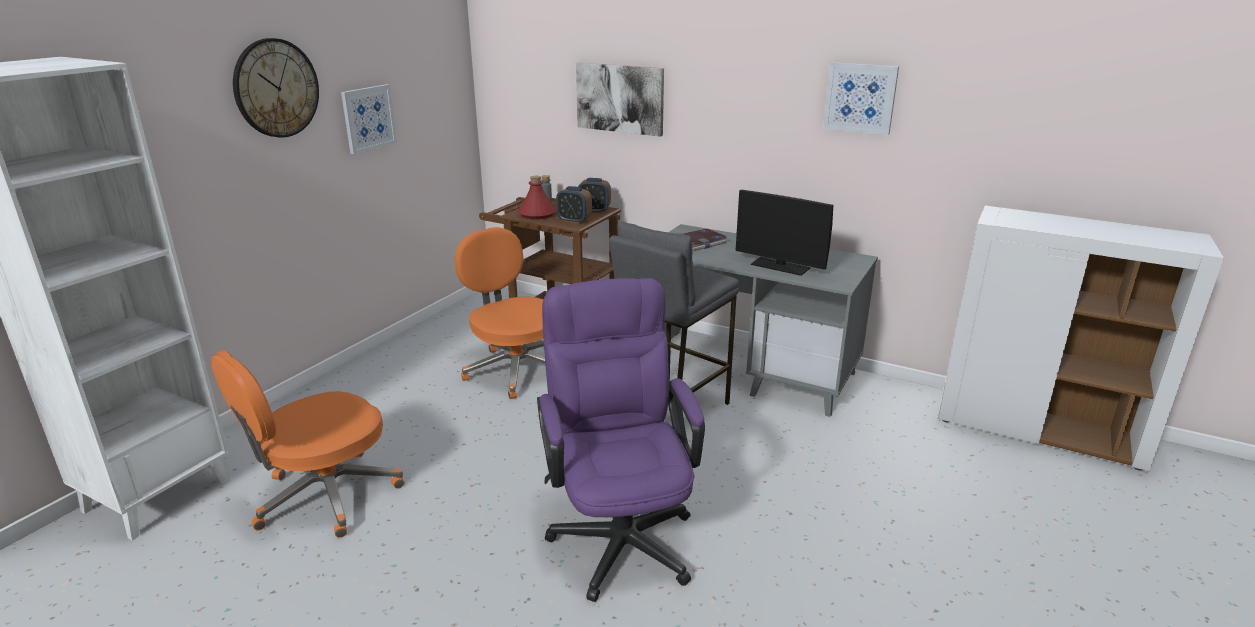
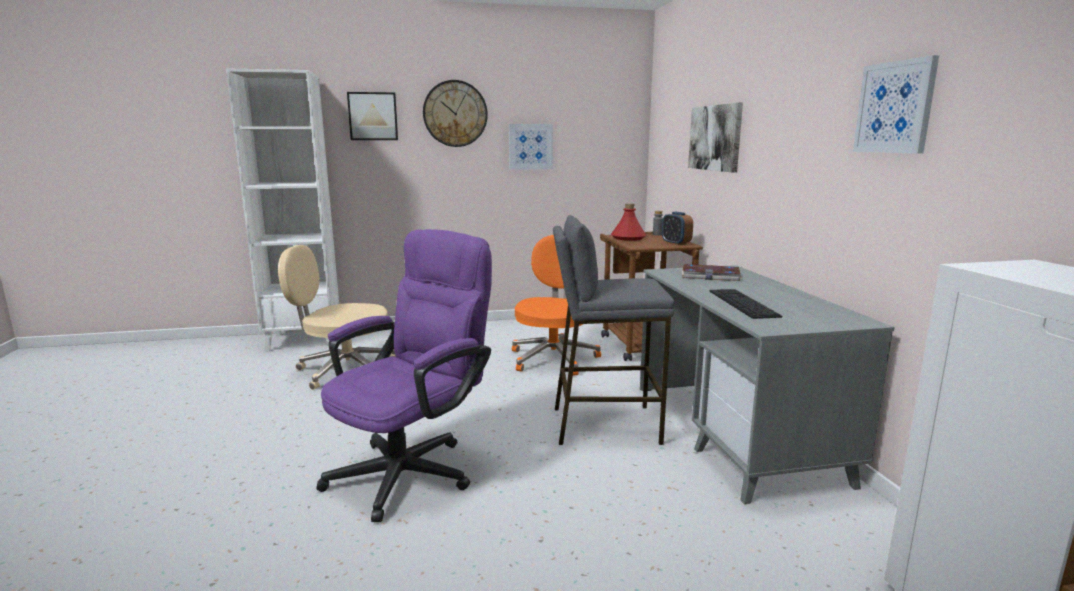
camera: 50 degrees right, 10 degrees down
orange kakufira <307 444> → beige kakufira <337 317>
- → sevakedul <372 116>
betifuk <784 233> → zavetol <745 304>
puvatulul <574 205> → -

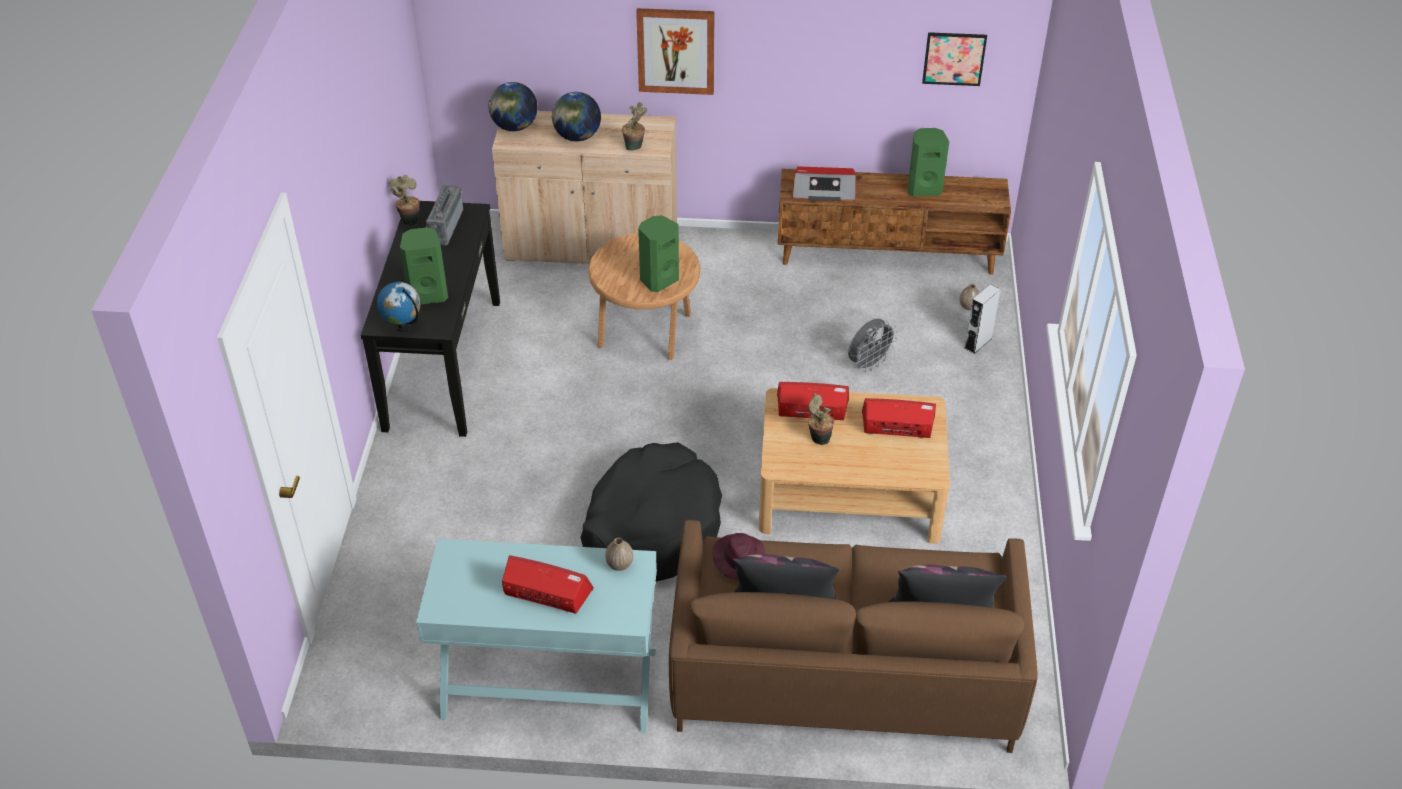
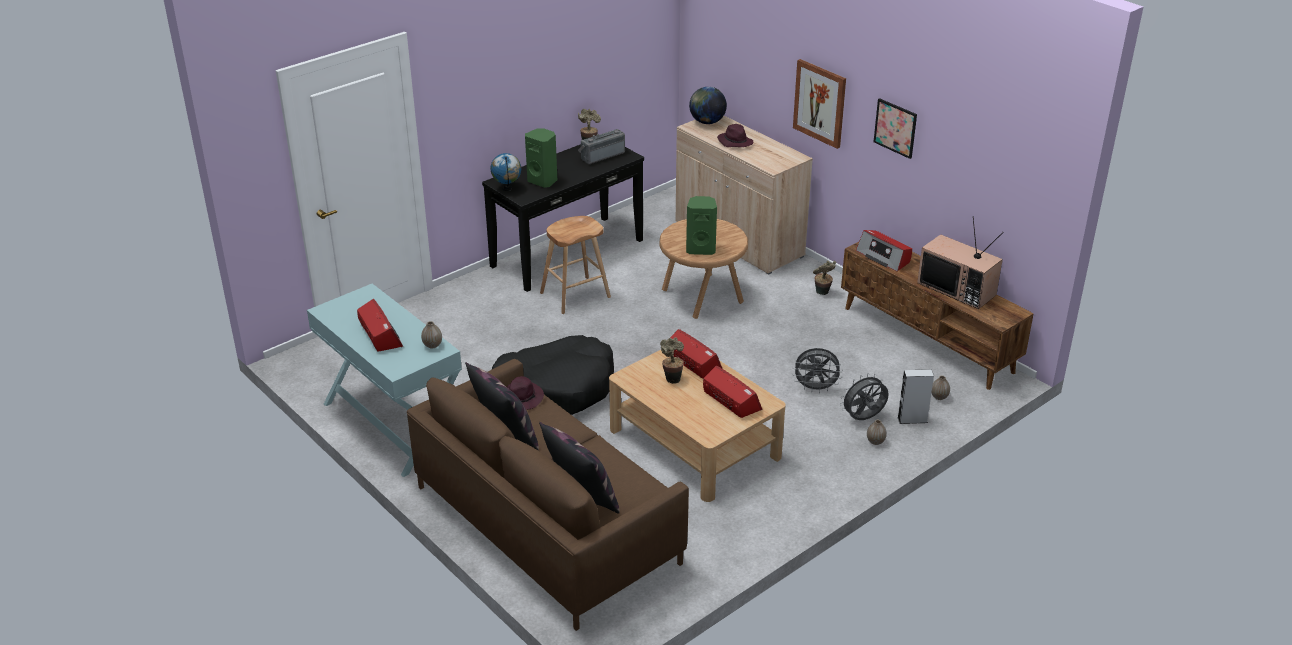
camera: 45 degrees right, 10 degrees down
- → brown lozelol <575 265>
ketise <576 117> → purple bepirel <735 135>
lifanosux <634 126> → lifanosux <824 278>, shifted
- → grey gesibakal <864 396>
- → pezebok <877 432>
sevakedul <954 59> → sevakedul <895 128>, shifted
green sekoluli <928 162> → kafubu <960 262>

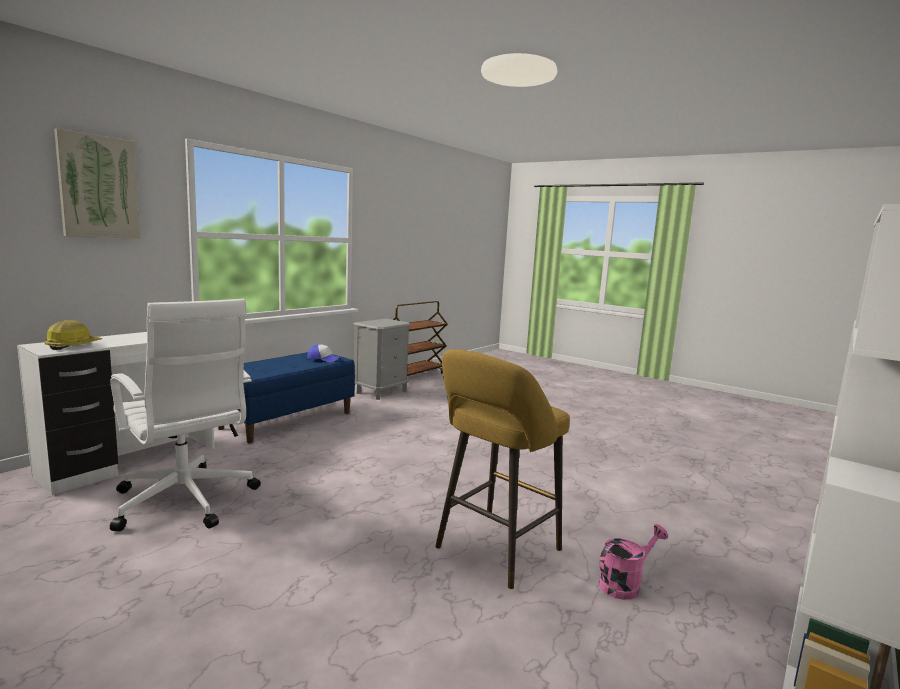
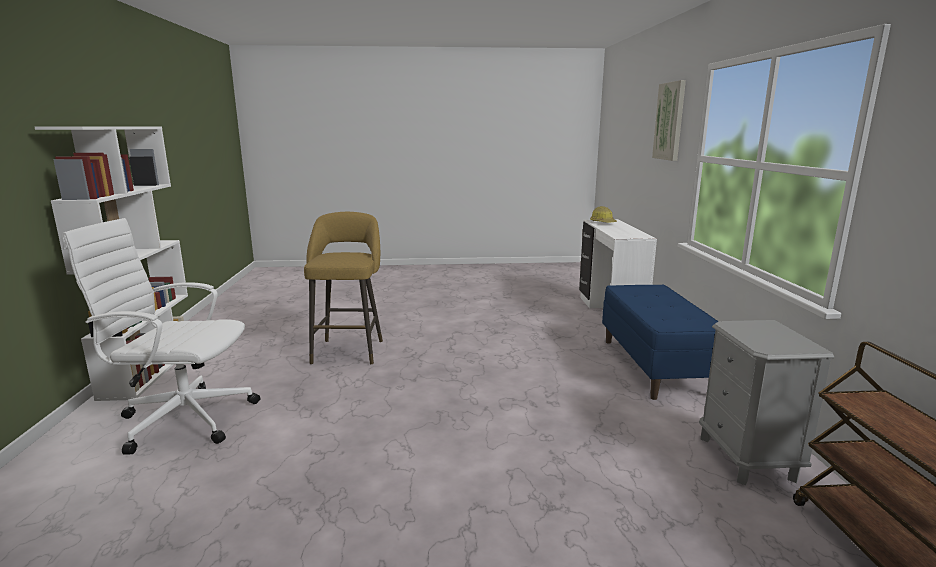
camera: 140 degrees right, 5 degrees up
white kakufira <185 415> → white kakufira <160 336>, shifted
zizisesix <324 353> → -
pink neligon <633 562> → -

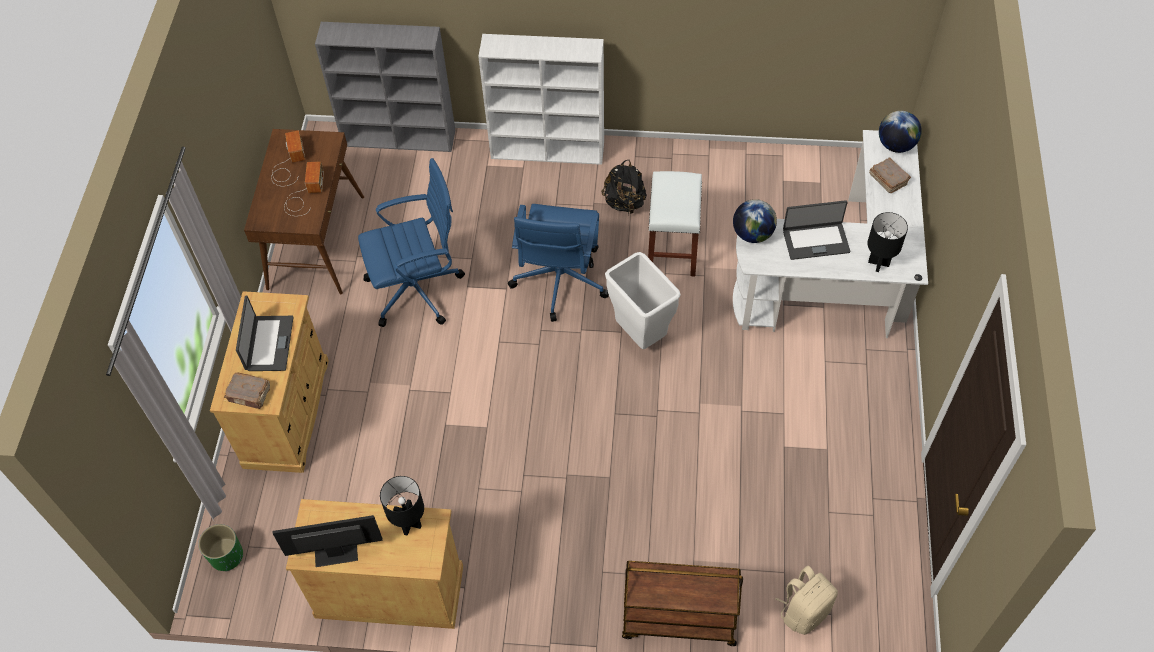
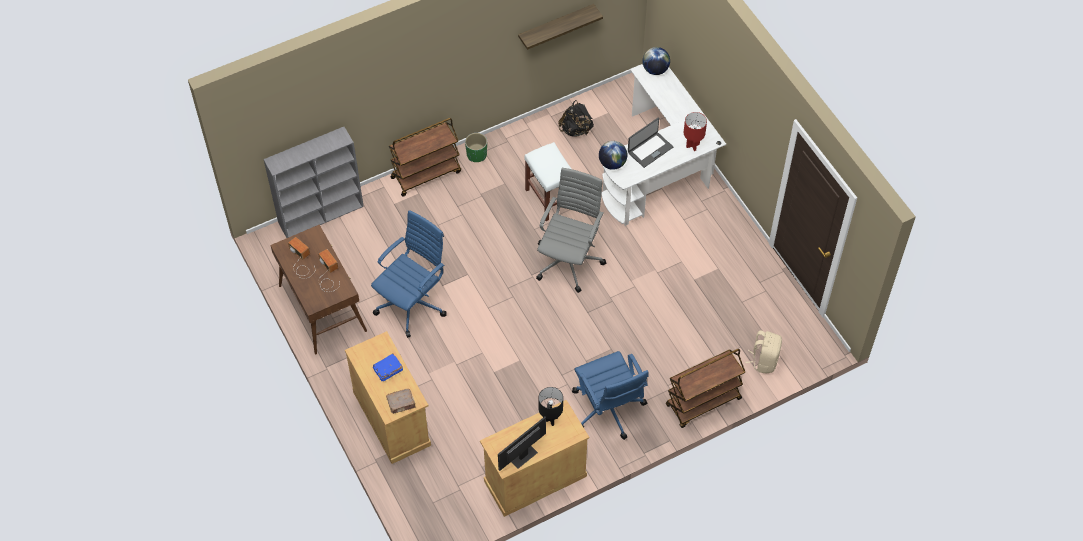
camera: 35 degrees left, 0 degrees up
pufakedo <264 333> → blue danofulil <388 367>
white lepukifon <541 99> → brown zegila <425 157>
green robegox <220 547> → green robegox <476 147>, shifted
- → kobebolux <560 27>
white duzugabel <643 300> → grey kakufira <571 230>
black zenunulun <624 187> → black zenunulun <576 118>, shifted
blue kakufira <558 263> → blue kakufira <610 395>, shifted
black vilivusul <887 242> → red vilivusul <695 131>
brown danofulil <890 175> → -

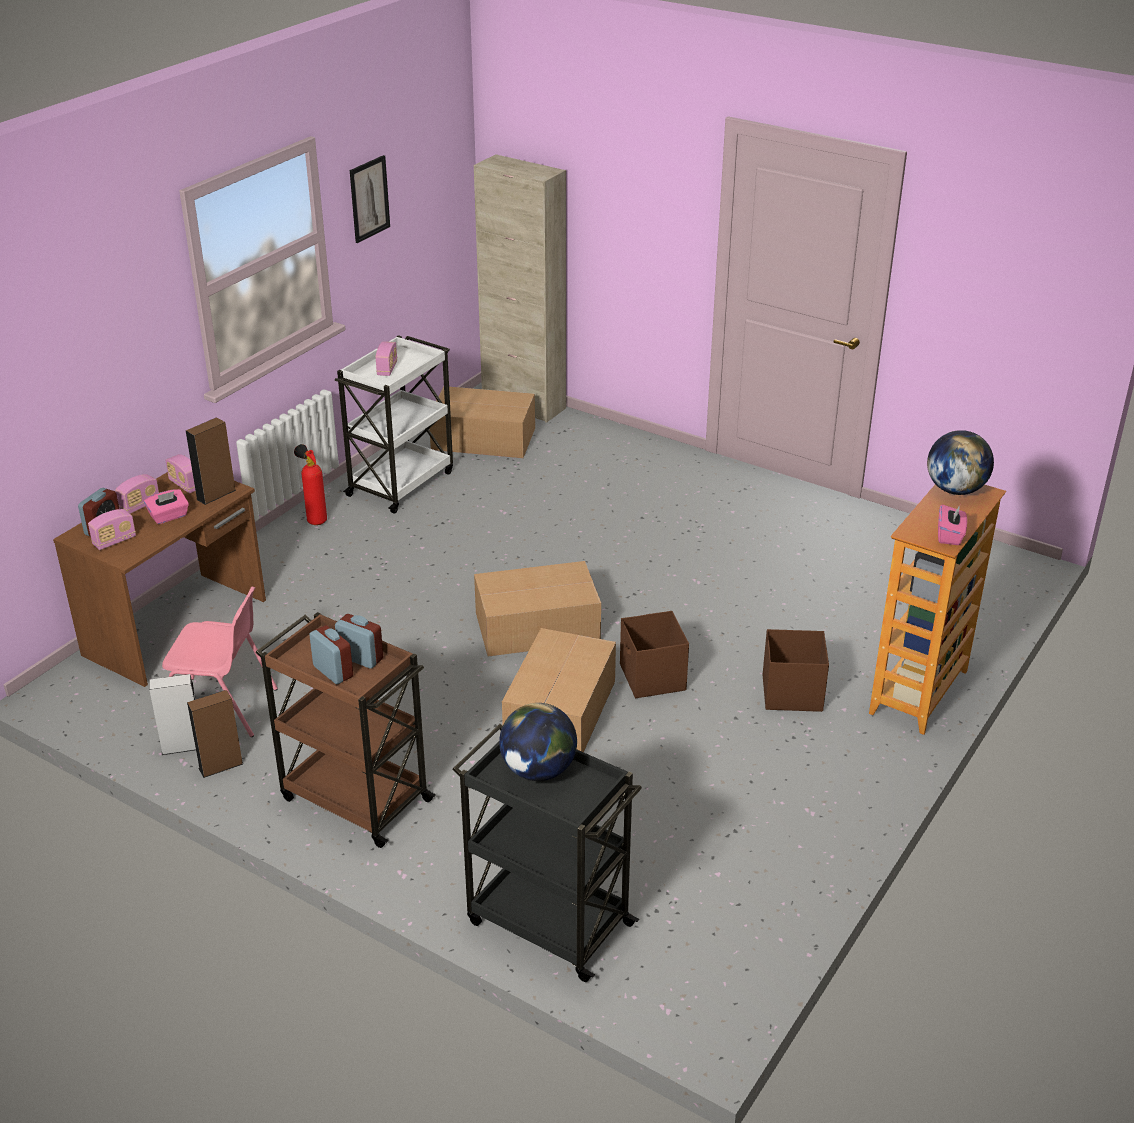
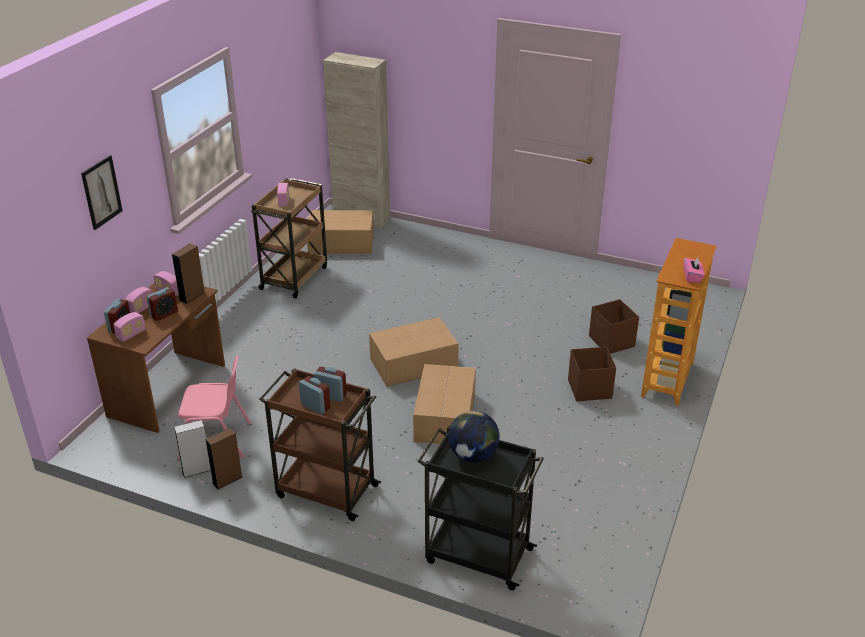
camera: 10 degrees left, 0 degrees up
sevakedul <370 199> → sevakedul <102 192>, shifted
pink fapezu <166 506> → puvatulul <162 304>
white zegila <394 424> → brown zegila <289 238>
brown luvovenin <654 654> → brown luvovenin <614 326>, shifted
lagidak <310 484> → -
ketise <960 462> → -

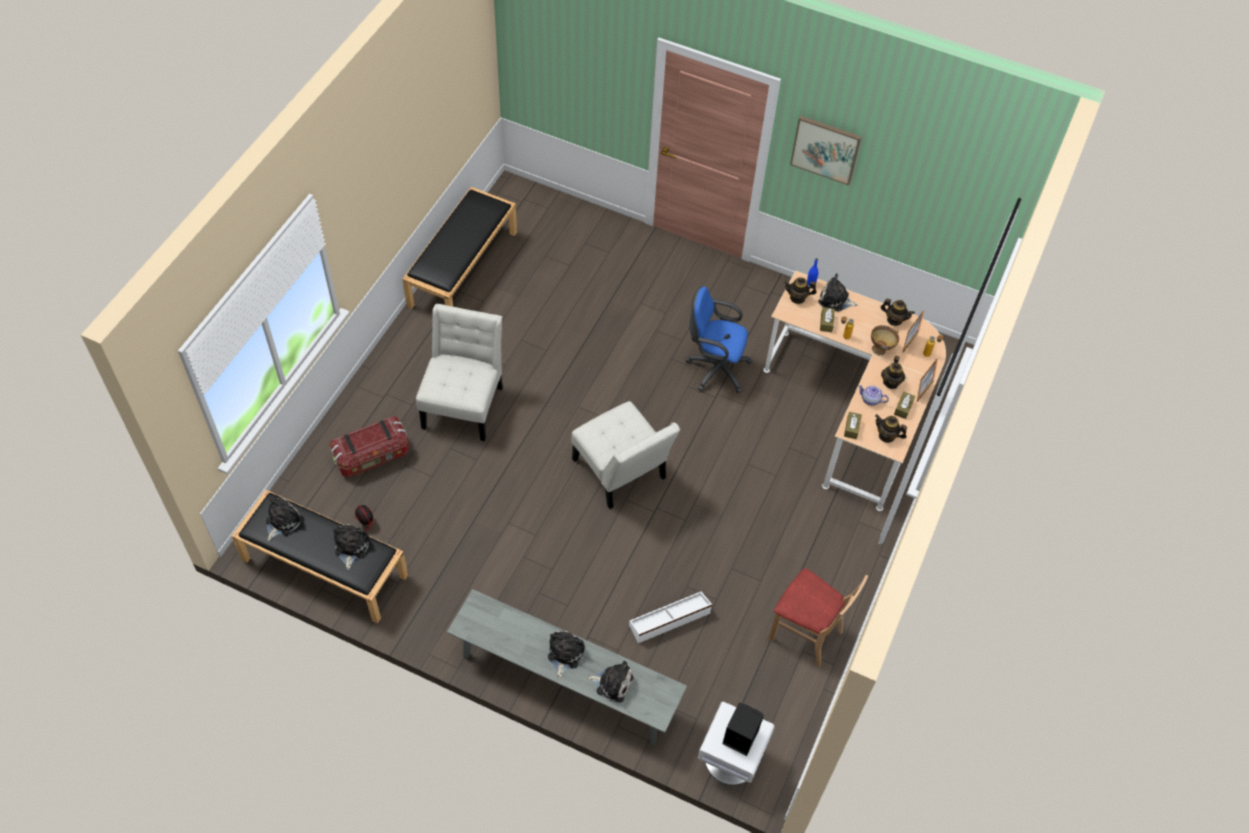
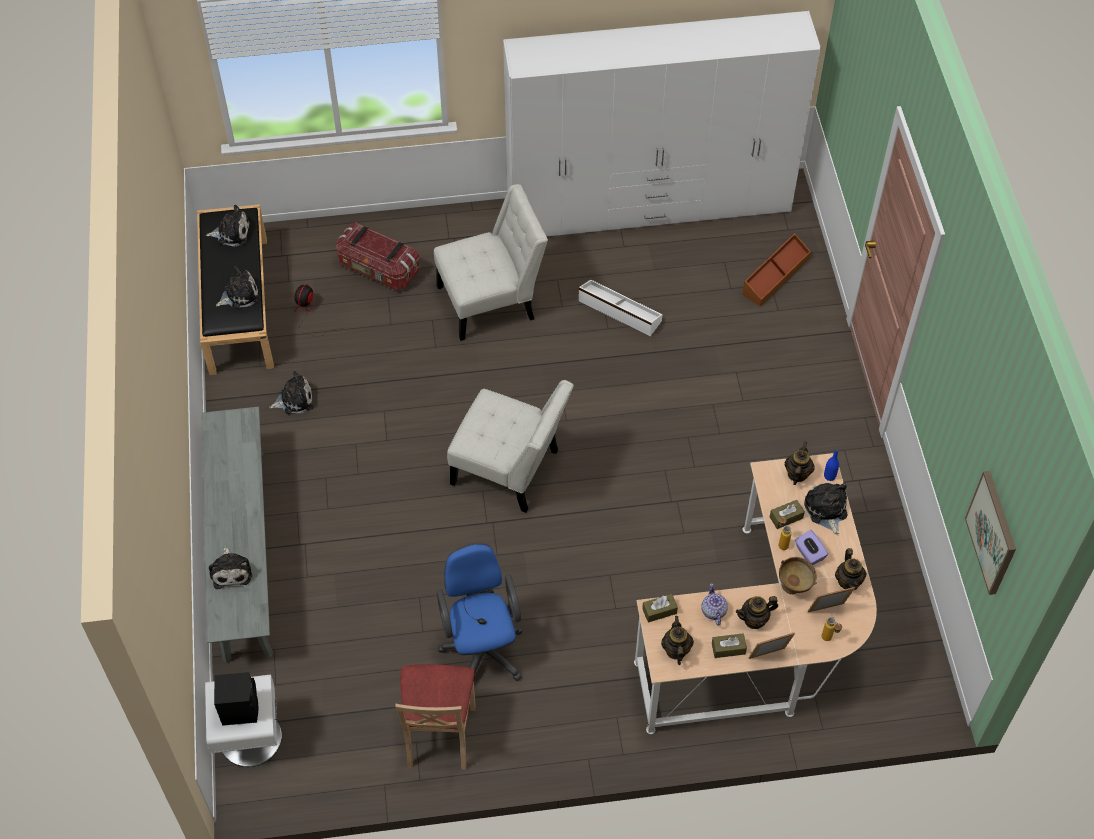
camera: 60 degrees right, 0 degrees up
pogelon <566 654> → pogelon <291 392>, shifted
blue kakufira <718 339> → blue kakufira <480 612>, shifted
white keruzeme <625 455> → white keruzeme <510 446>, 90 degrees counterclockwise
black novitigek <459 248> → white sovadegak <662 123>
white luvovenin <670 617> → white luvovenin <620 308>, shifted
- → brown luvovenin <776 269>
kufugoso <800 290> → kufugoso <800 463>, 45 degrees clockwise
- → purple fapezu <811 547>
sevakedul <825 151> → sevakedul <990 533>, shifted

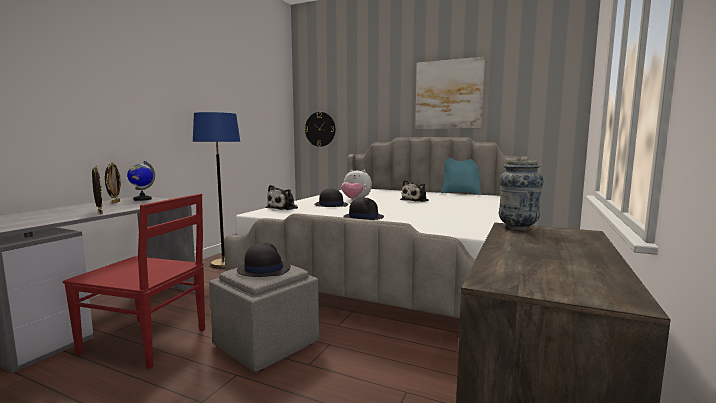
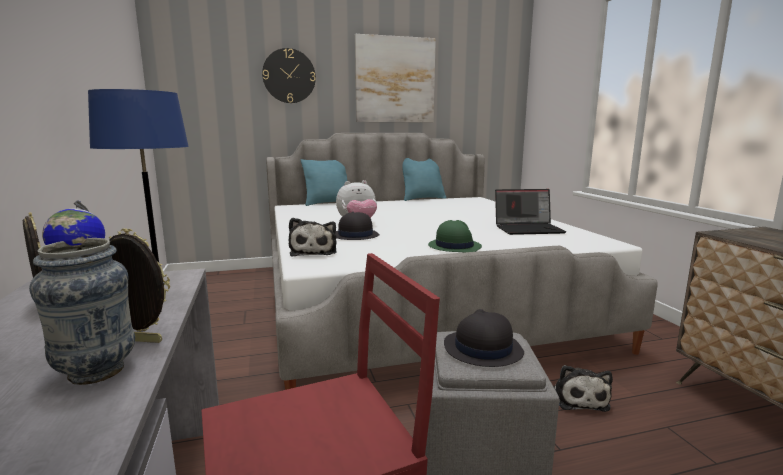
camera: 40 degrees left, 5 degrees up
pezebok <521 195> → pezebok <82 311>, shifted
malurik <320 129> → malurik <289 75>, shifted
- → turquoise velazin <324 182>
black bepirel <363 208> → green bepirel <455 236>
- → pufakedo <530 212>
pogelon <414 191> → pogelon <583 388>, shifted

